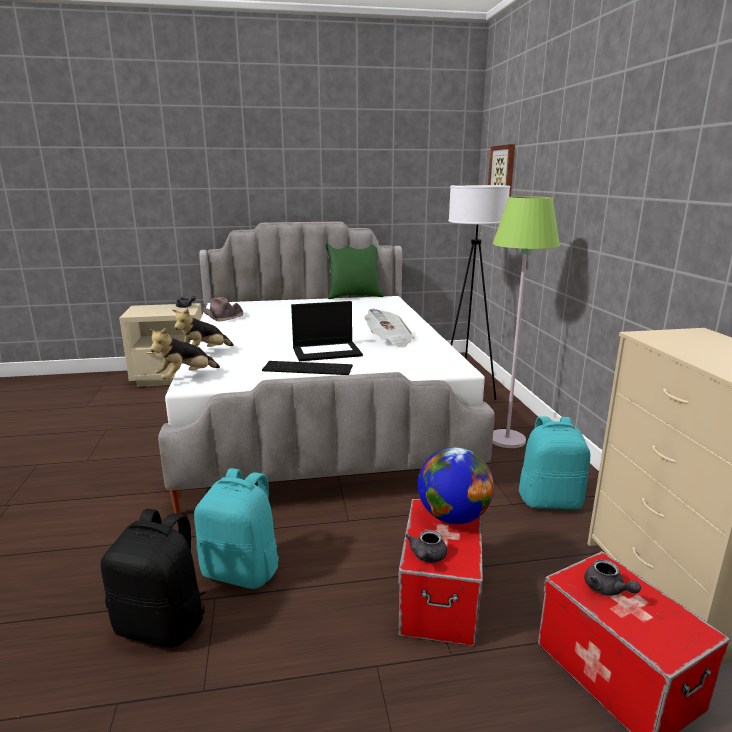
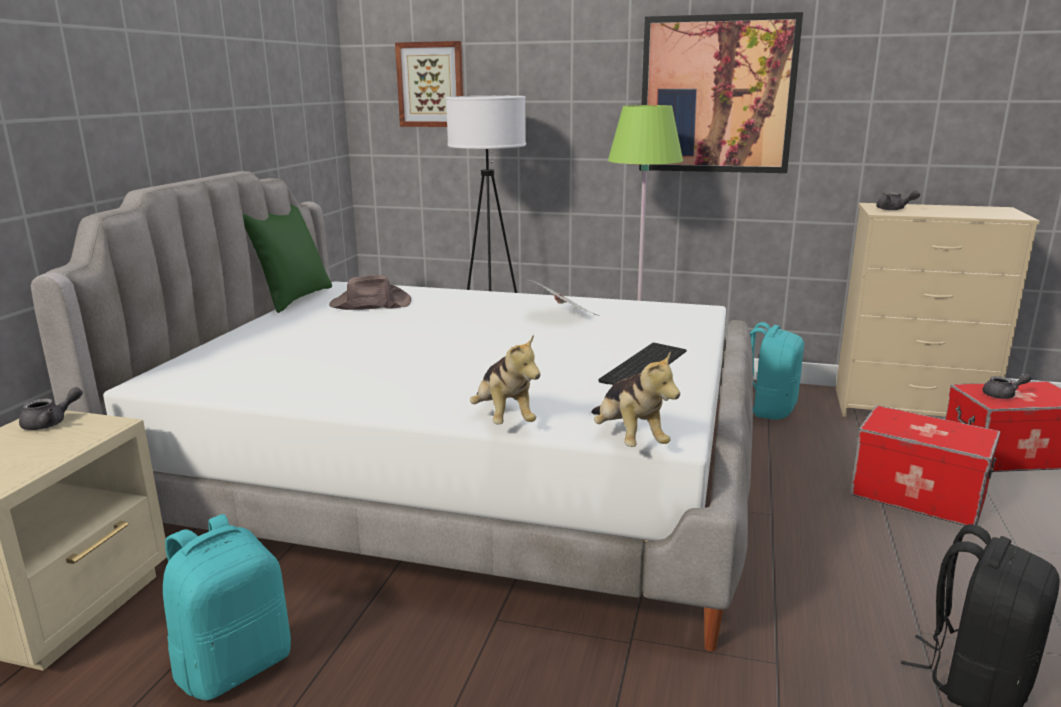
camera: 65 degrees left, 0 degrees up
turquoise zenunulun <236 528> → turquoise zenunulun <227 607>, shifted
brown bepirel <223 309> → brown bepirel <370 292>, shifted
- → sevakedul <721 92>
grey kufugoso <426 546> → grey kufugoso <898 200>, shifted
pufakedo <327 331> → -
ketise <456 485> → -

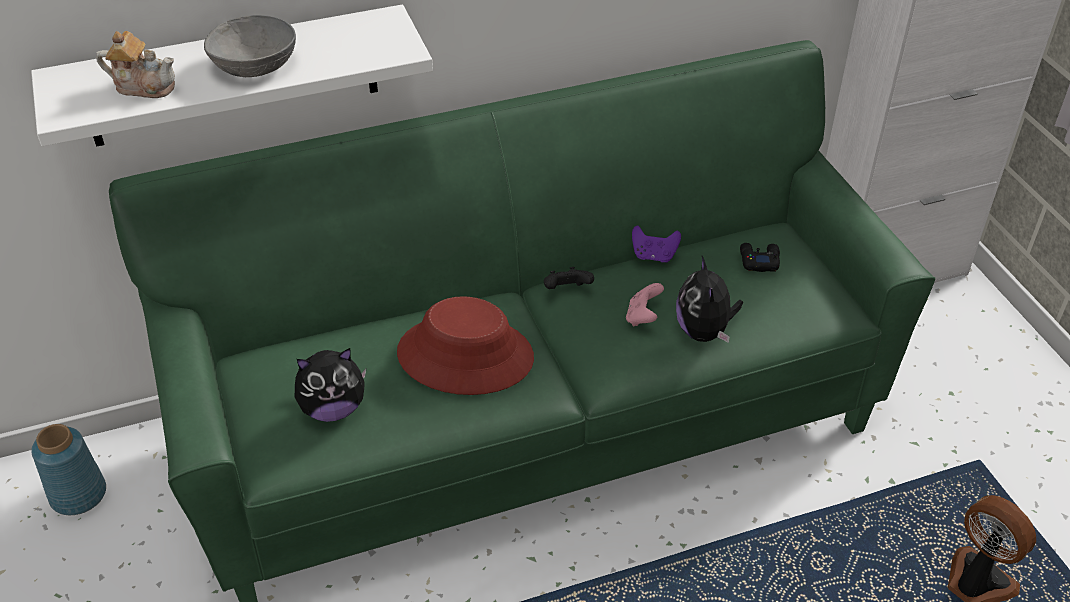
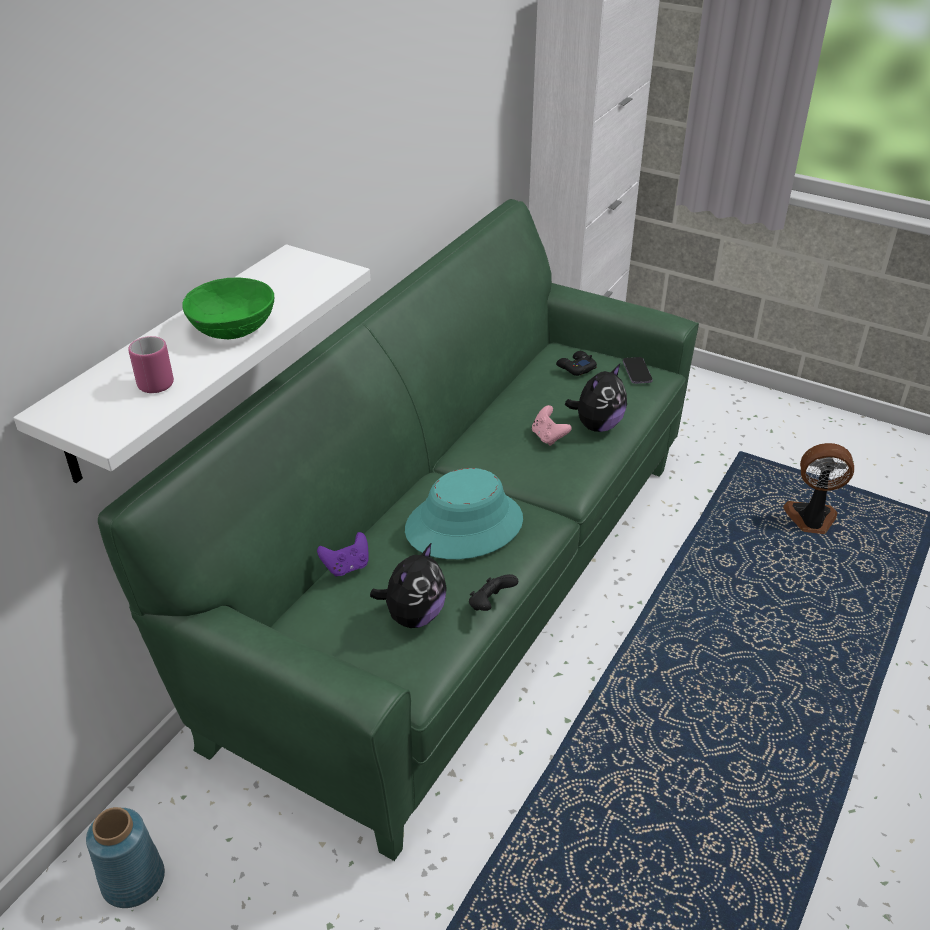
camera: 40 degrees left, 5 degrees down
kufugoso <135 64> → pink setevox <151 364>
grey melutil <250 46> → green melutil <228 308>
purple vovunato <656 243> → purple vovunato <342 554>, shifted
red bepirel <465 345> → turquoise bepirel <464 513>
black vovunato <569 278> → black vovunato <493 592>, shifted
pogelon <709 299> → pogelon <596 398>, 90 degrees counterclockwise
- → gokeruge <638 370>

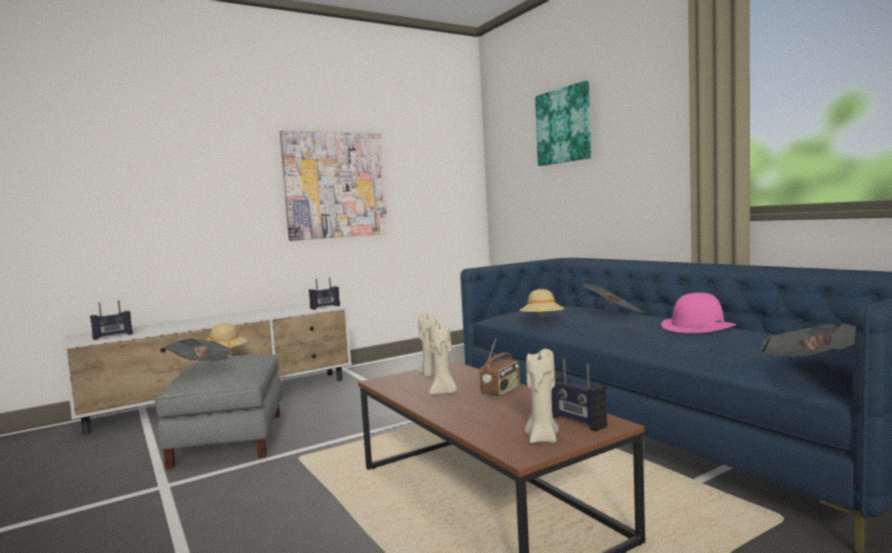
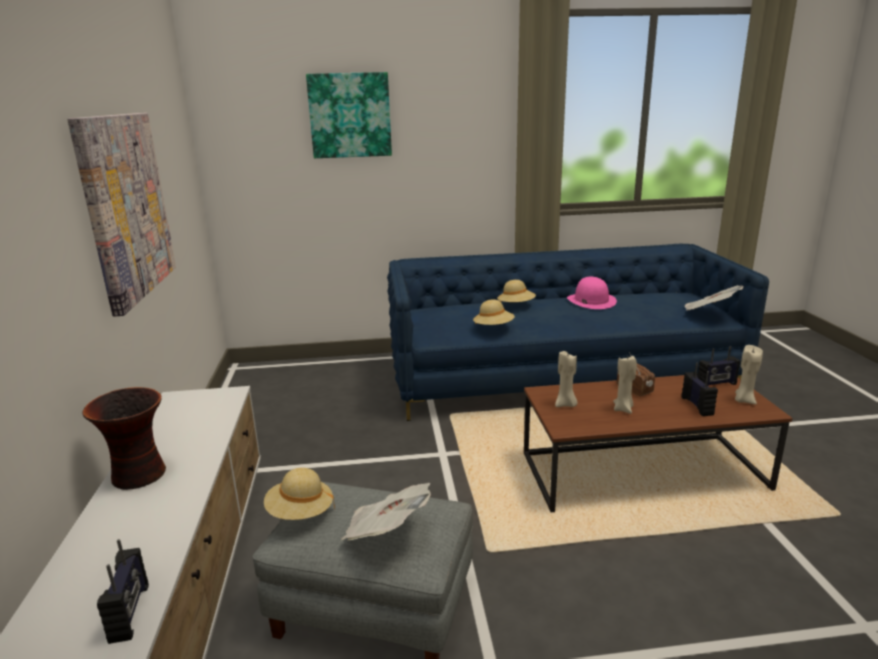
camera: 65 degrees left, 15 degrees up
- → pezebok <124 438>
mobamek <614 298> → beige bepirel <516 291>
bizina <324 293> → bizina <700 389>, shifted

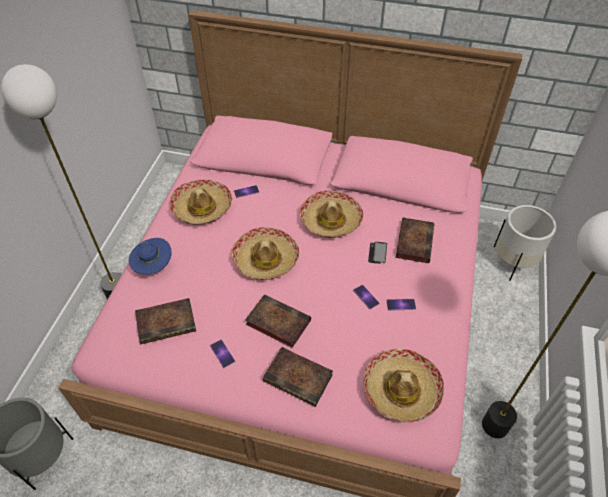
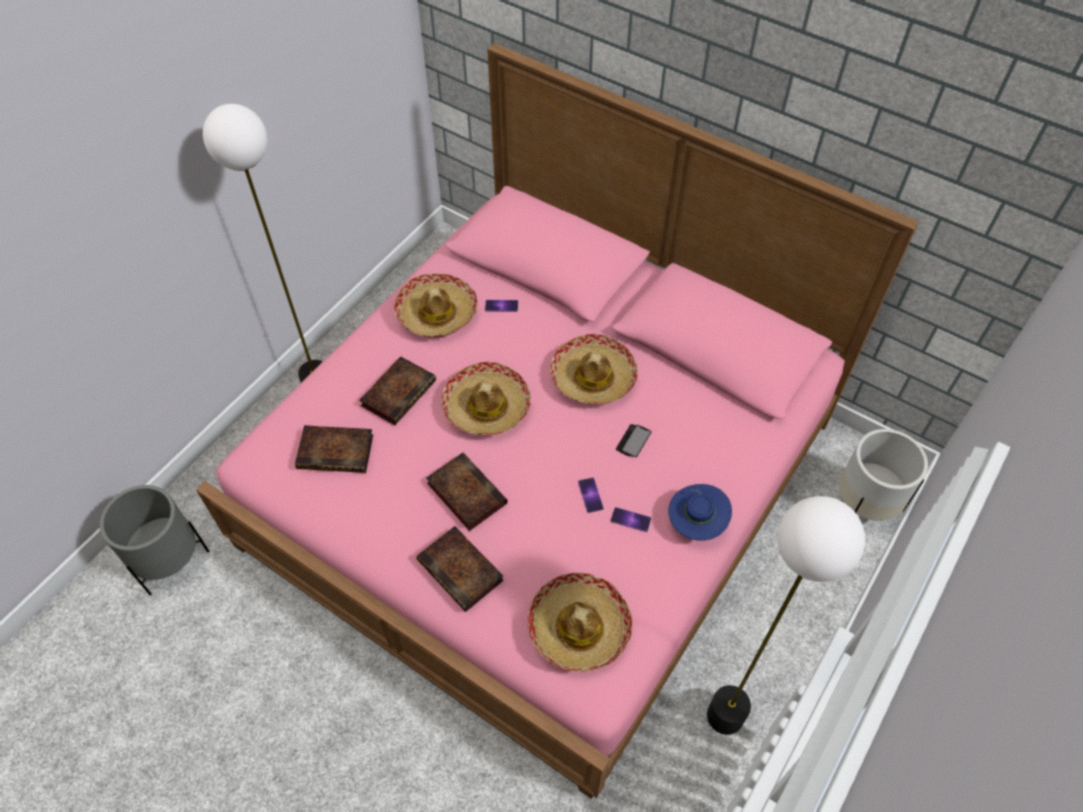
camera: 20 degrees right, 5 degrees up
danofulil <415 240> → danofulil <397 391>, shifted
blue bepirel <150 256> → blue bepirel <700 512>, shifted
gokeruge <222 354> → -

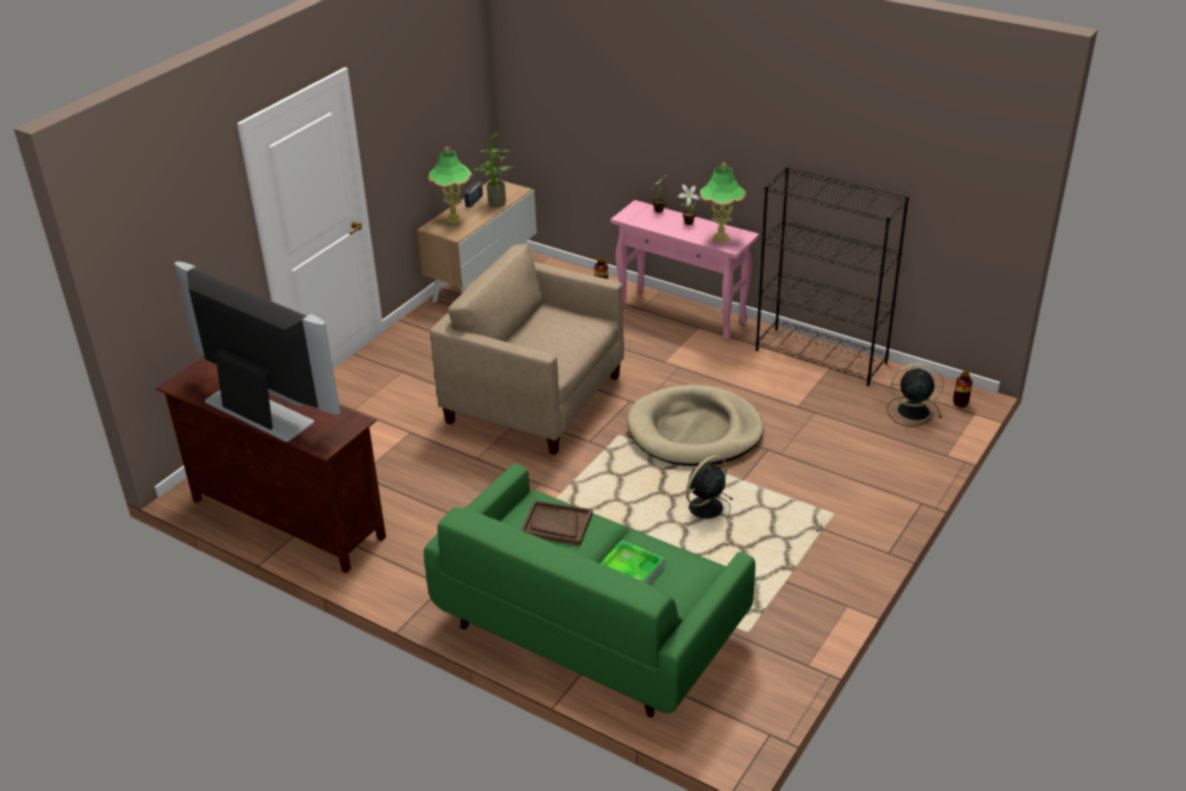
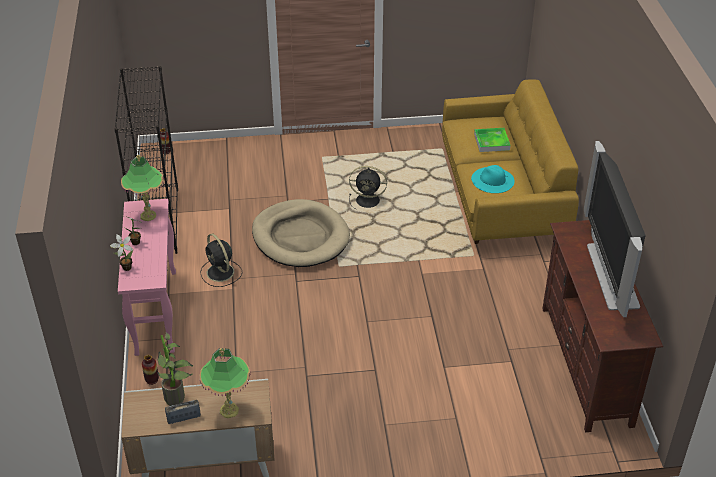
camera: 130 degrees left, 5 degrees up
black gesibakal <915 394> → black gesibakal <221 260>, shifted
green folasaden <589 590> → yellow folasaden <510 161>
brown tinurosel <557 523> → turquoise bepirel <493 179>
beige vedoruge <527 349> → -

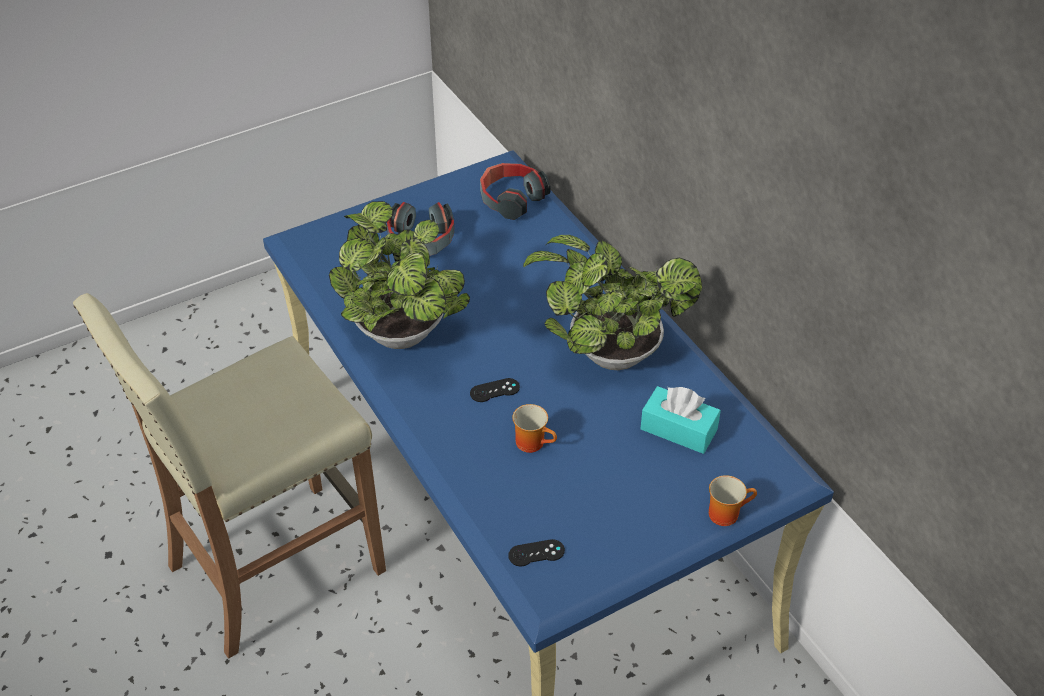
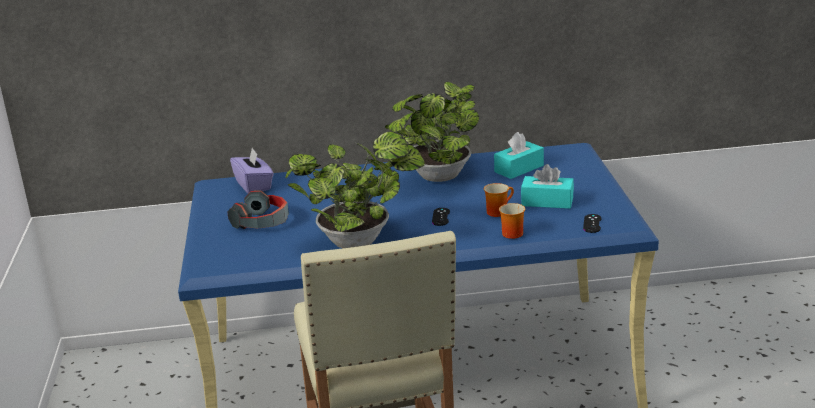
camera: 65 degrees left, 20 degrees down
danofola <515 191> → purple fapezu <252 171>
setevox <733 500> → setevox <512 221>, shifted
- → turquoise fapezu <547 186>

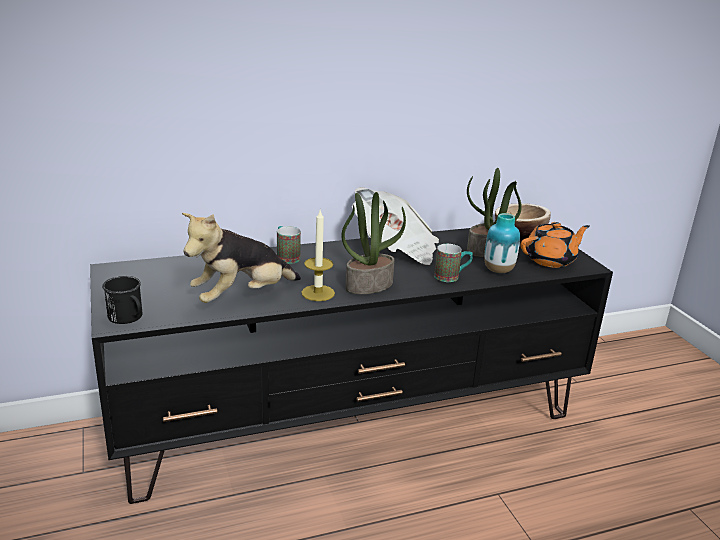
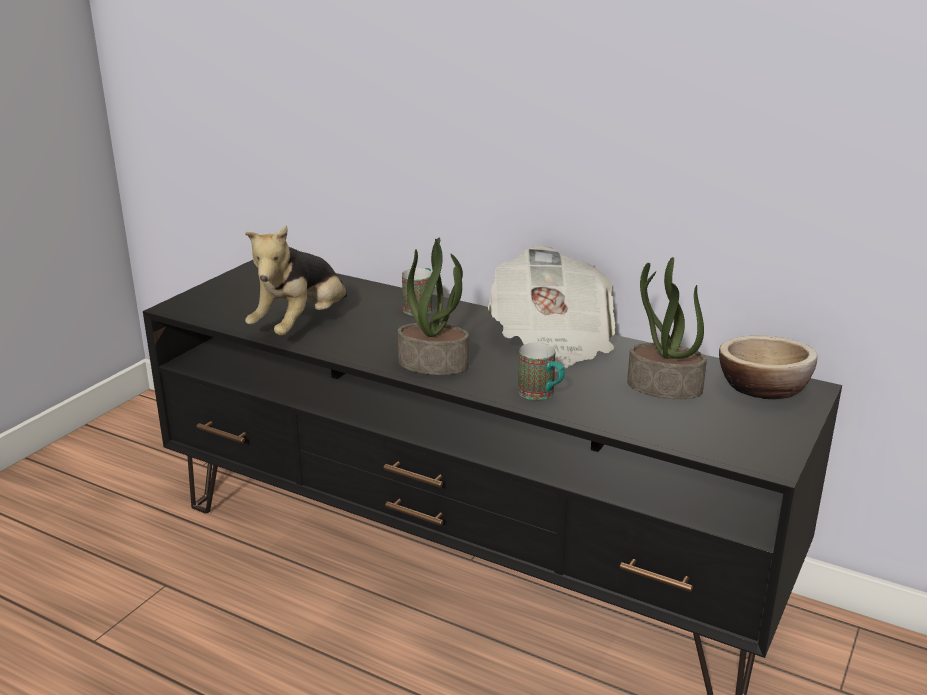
camera: 50 degrees right, 0 degrees up
pogelon <241 258> → pogelon <296 280>, 75 degrees counterclockwise
black setevox <122 300> → -
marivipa <318 255> → -
pezebok <502 243> → -
orange kufugoso <555 245> → -

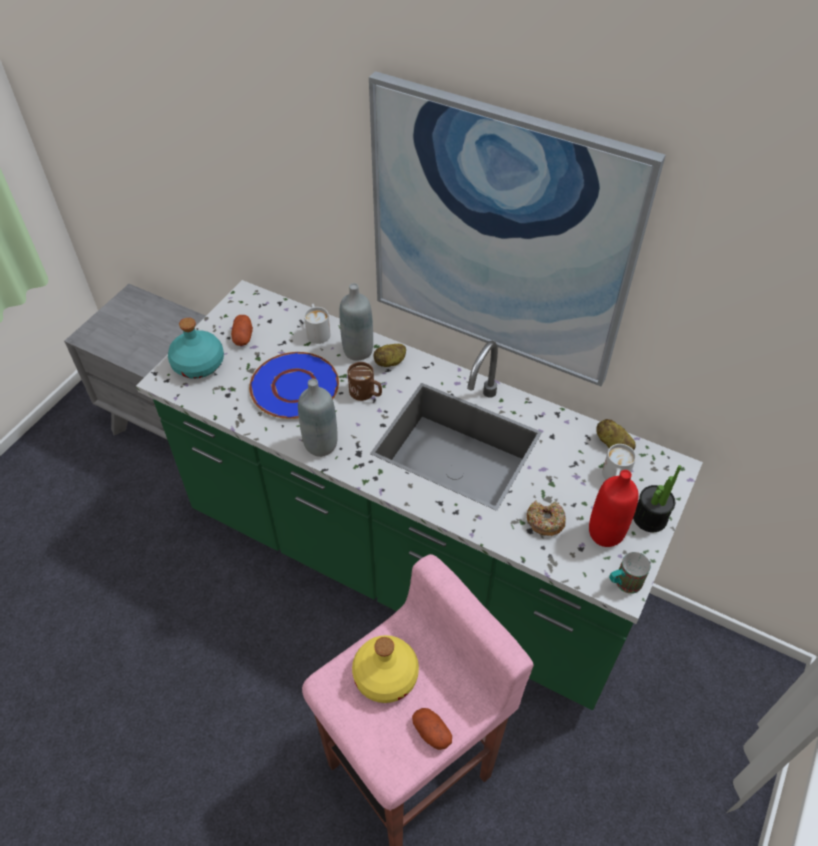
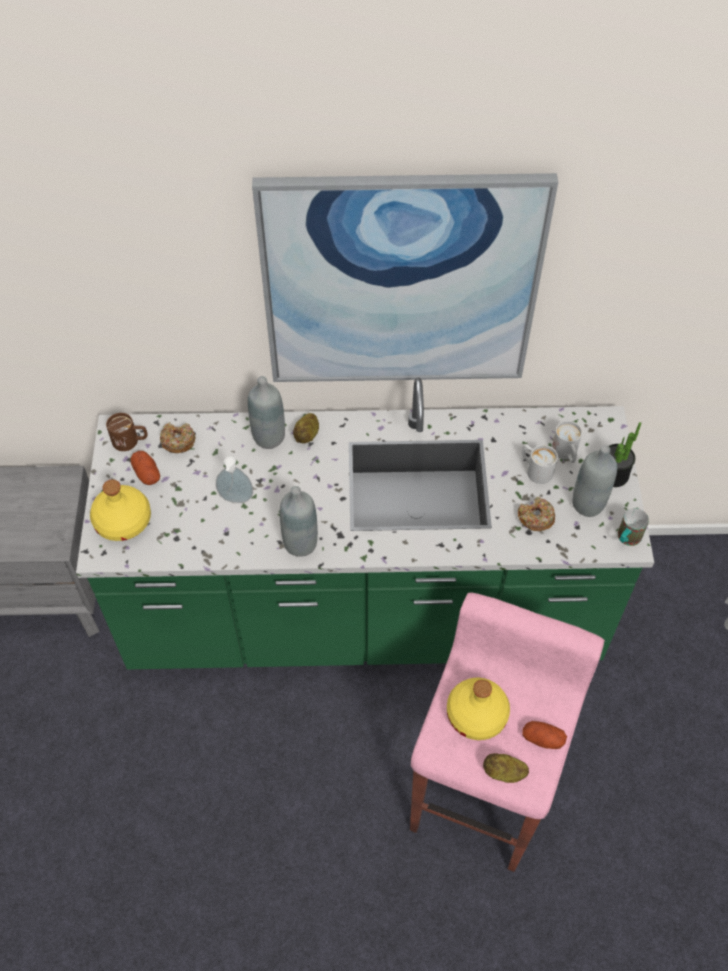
camera: 30 degrees left, 5 degrees up
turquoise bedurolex <196 348> → yellow bedurolex <120 510>
brown setevox <365 381> → brown setevox <127 432>, shifted
- → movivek <177 437>
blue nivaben <294 385> → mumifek <234 479>
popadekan <616 434> → popadekan <506 768>, shifted
white setevox <317 324> → white setevox <540 464>, shifted
red bedurolex <614 508> → grey bedurolex <594 481>

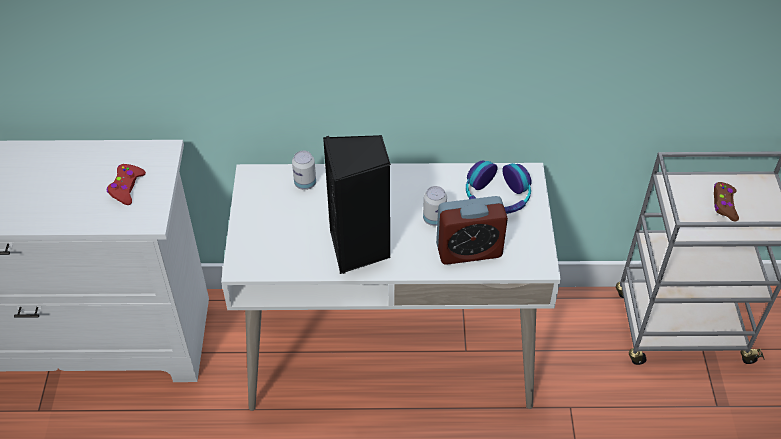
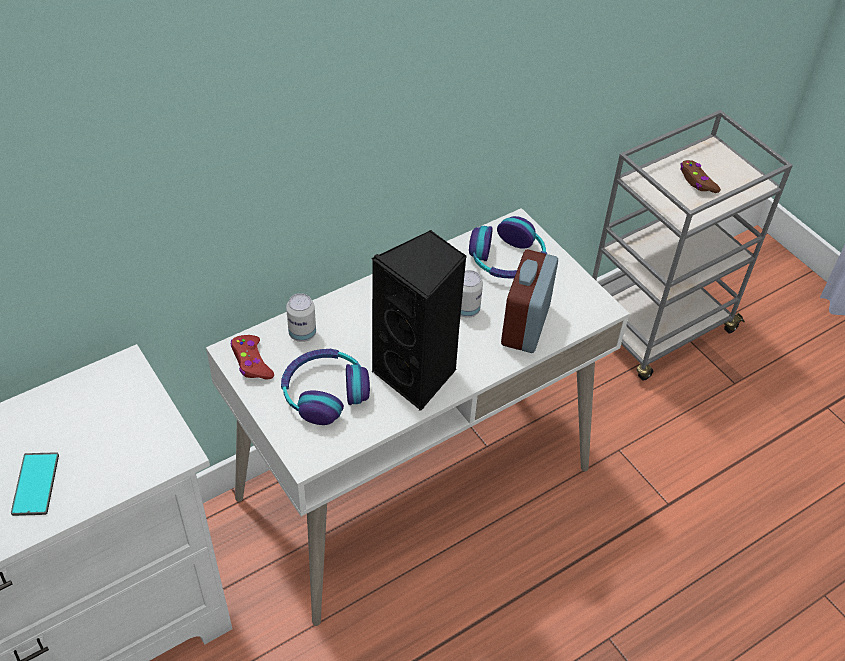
camera: 35 degrees left, 0 degrees up
- → gokeruge <35 484>
red vovunato <126 184> → red vovunato <252 357>, shifted
- → danofola <325 387>
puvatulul <472 230> → puvatulul <529 301>, 150 degrees clockwise

